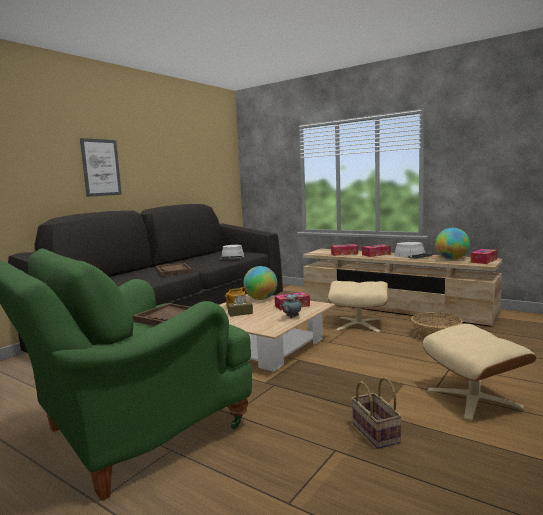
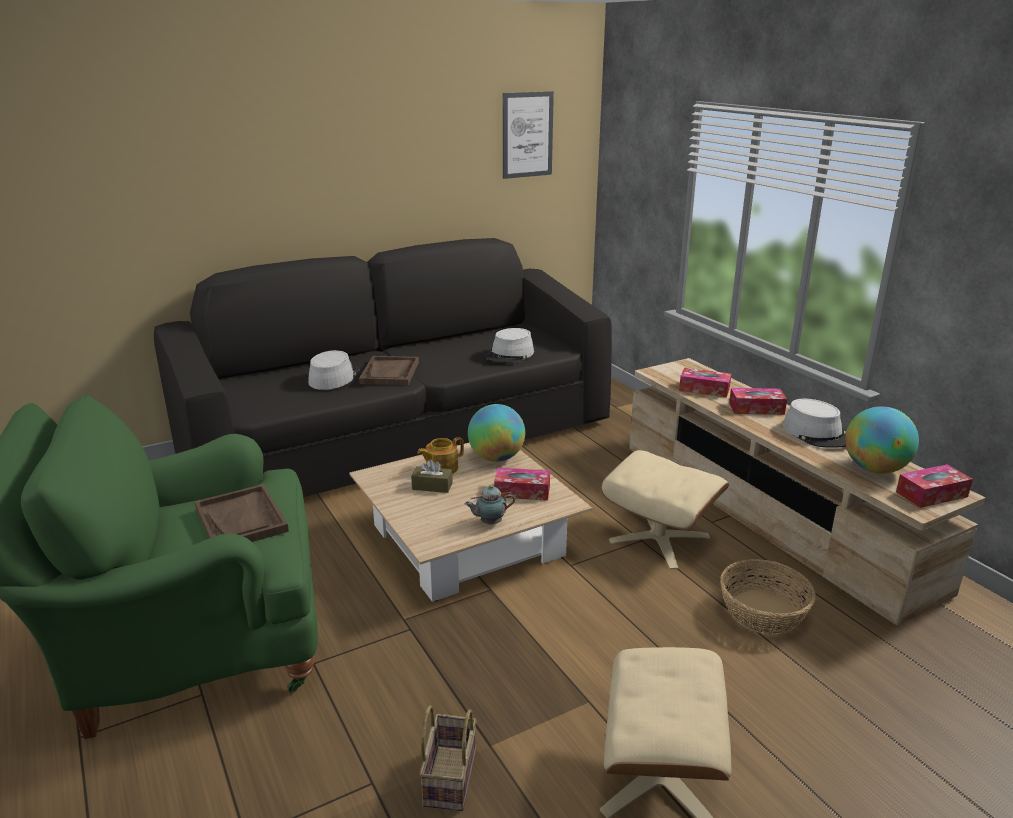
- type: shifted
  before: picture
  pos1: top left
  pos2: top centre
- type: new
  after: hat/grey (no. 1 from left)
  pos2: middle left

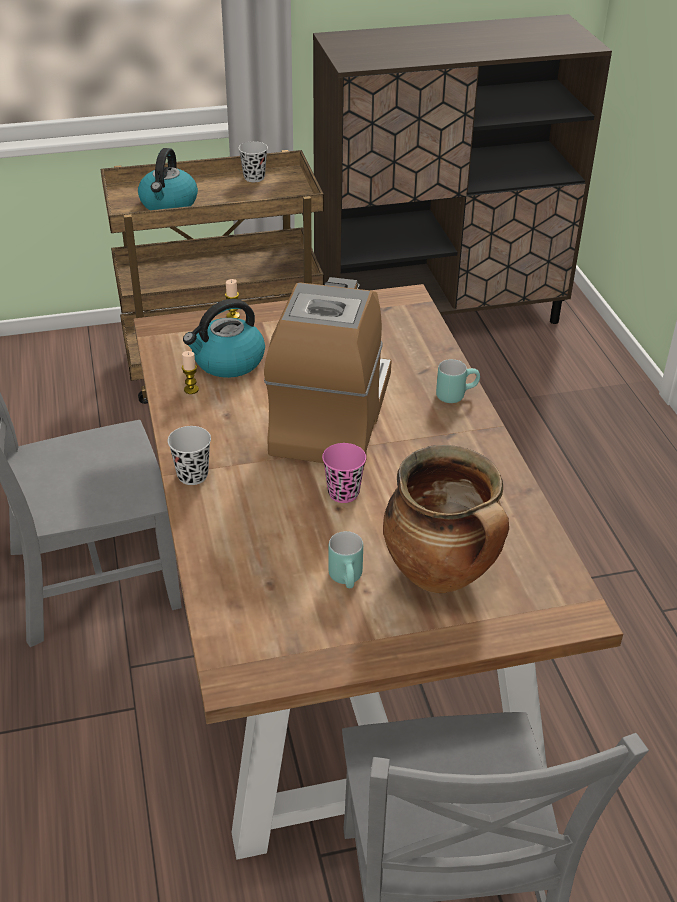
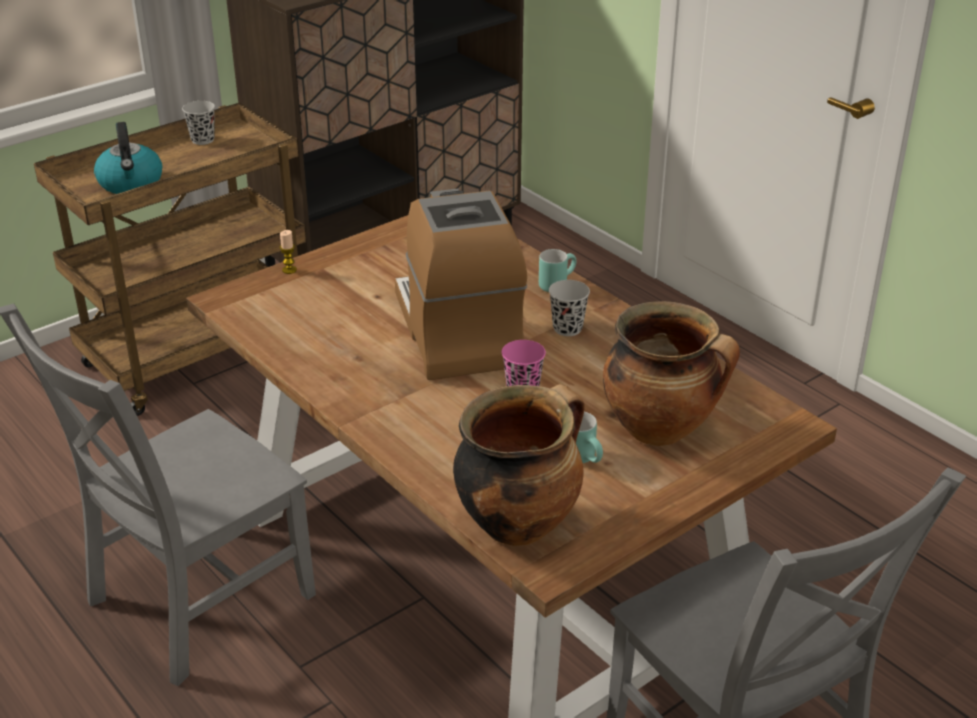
- type: gone
  before: kettle (no. 2 from left)
  pos1: middle left
- type: gone
  before: candle (no. 1 from left)
  pos1: middle left
- type: shifted
  before: cup/black (no. 1 from left in the first image)
  after: cup/black (no. 2 from left)
  pos1: middle left
  pos2: centre
- type: new
  after: cooking pot (no. 1 from left)
  pos2: centre

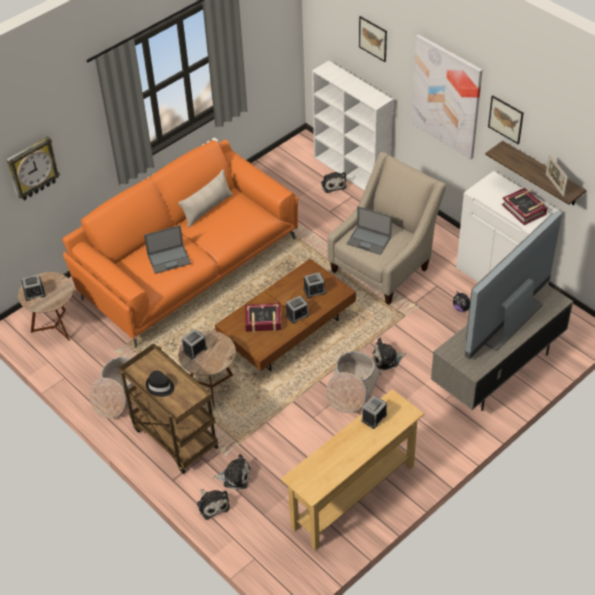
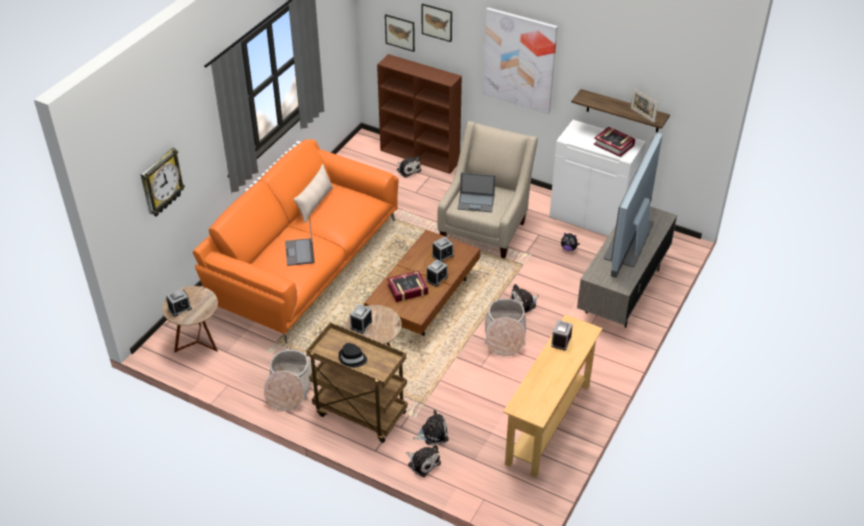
- type: repainted
  before: bookcase/white
  after: bookcase/brown
  pos1: top centre
  pos2: top centre
- type: shifted
  before: picture (no. 3 from left in the first image)
  after: picture (no. 1 from left)
  pos1: top right
  pos2: top centre
- type: rotated
  before: laptop (no. 1 from left)
  pos1: middle left
  pos2: centre
  turn: 120

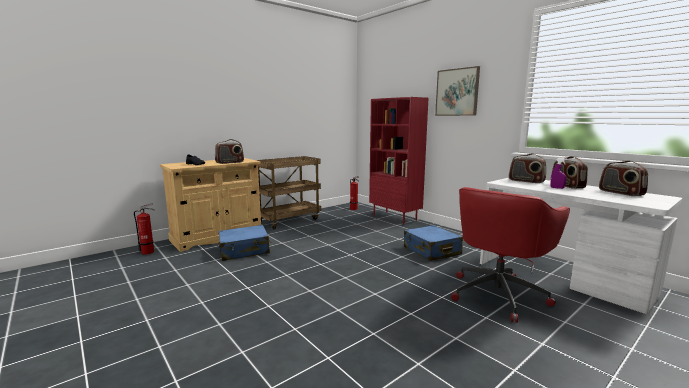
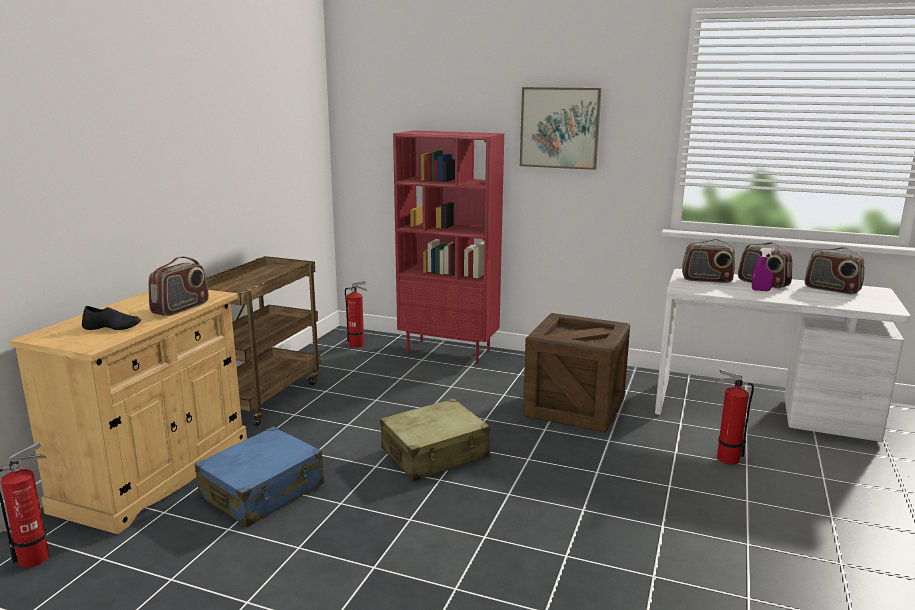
- type: swapped
  before: office chair/red
  after: fire extinguisher (no. 3 from left)
  pos1: middle right
  pos2: bottom right
- type: swapped
  before: suitcase/blue (no. 2 from left)
  after: crate
  pos1: centre
  pos2: centre
- type: new
  after: suitcase/beige
  pos2: bottom centre

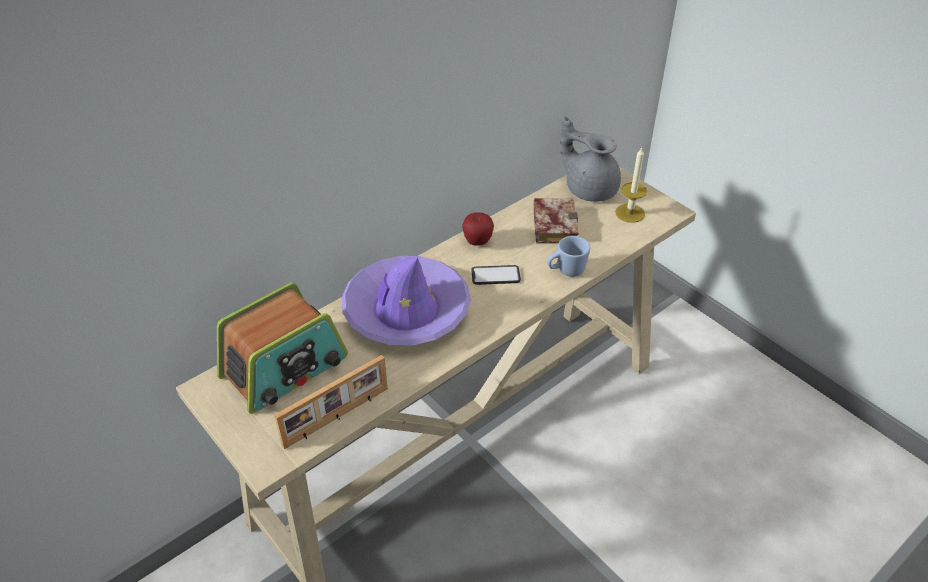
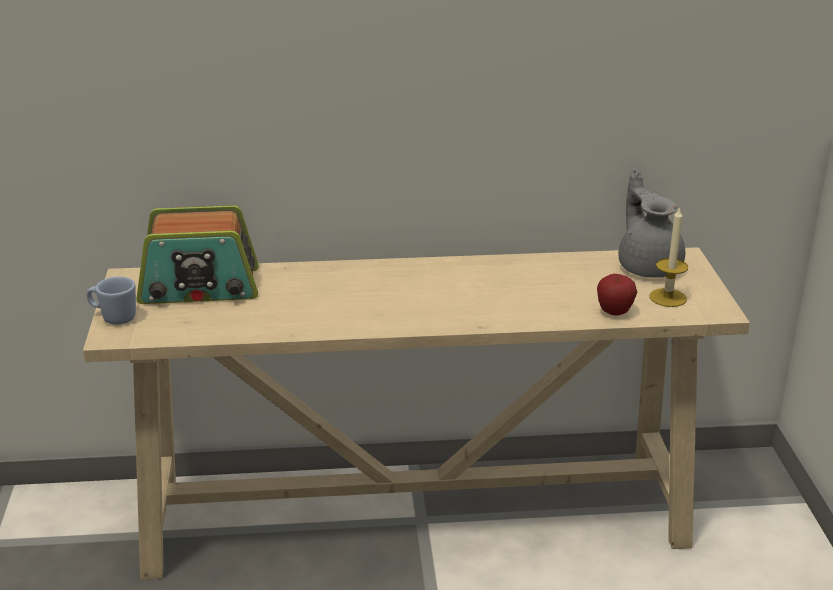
- type: gone
  before: book
  pos1: centre
- type: shifted
  before: apple
  pos1: centre
  pos2: middle right
- type: shifted
  before: mug/blue
  pos1: centre
  pos2: middle left
- type: gone
  before: hat/purple
  pos1: centre
- type: gone
  before: phone
  pos1: centre
- type: gone
  before: picture frame
  pos1: bottom centre

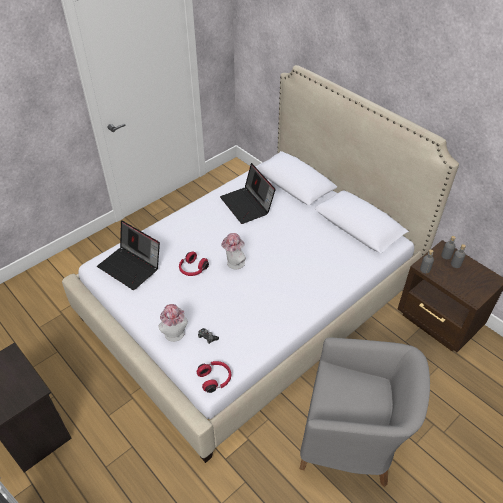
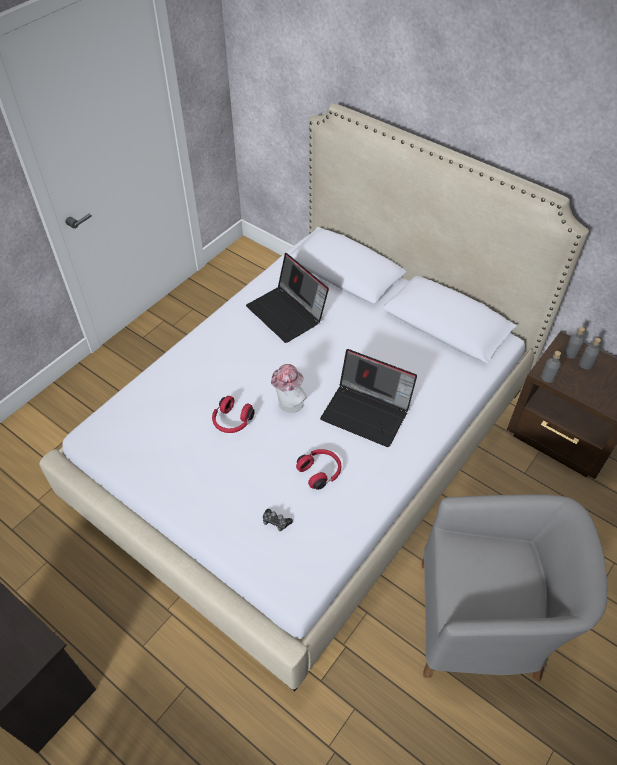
- type: shifted
  before: laptop (no. 1 from left in the first image)
  after: laptop (no. 2 from left)
  pos1: middle left
  pos2: centre
- type: gone
  before: hat (no. 1 from left)
  pos1: centre
- type: shifted
  before: headphones/red (no. 2 from left)
  pos1: bottom centre
  pos2: centre

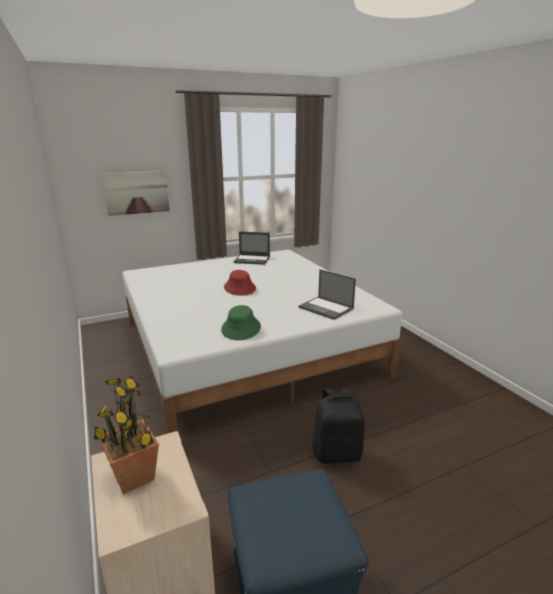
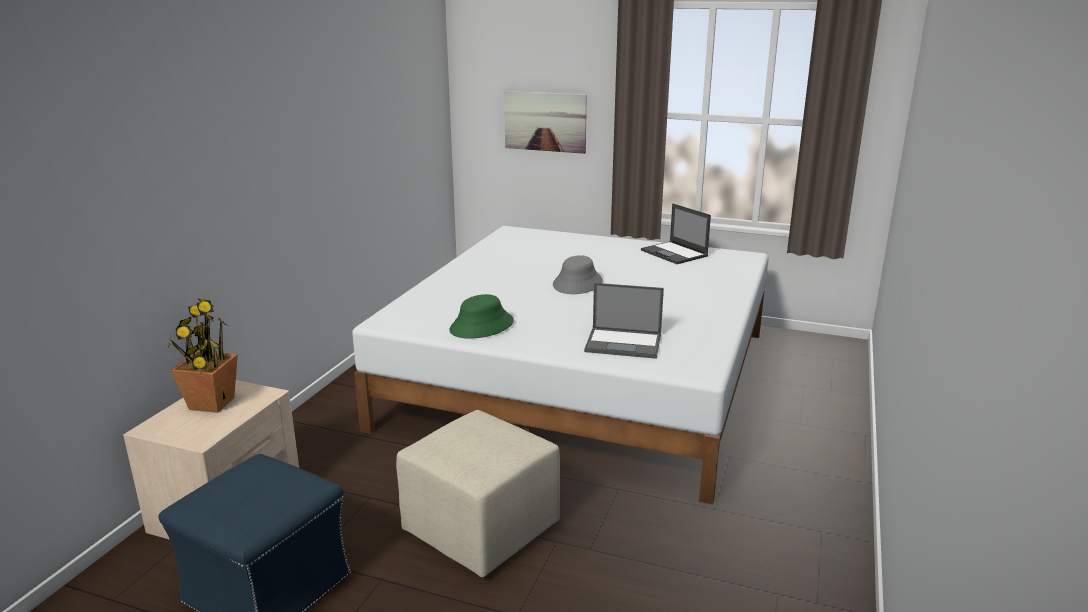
- type: rotated
  before: laptop (no. 2 from left in the first image)
  pos1: centre
  pos2: centre
  turn: -75
- type: repainted
  before: hat/red
  after: hat/grey
  pos1: centre
  pos2: centre
- type: swapped
  before: backpack/black
  after: ottoman/beige
  pos1: bottom centre
  pos2: bottom centre

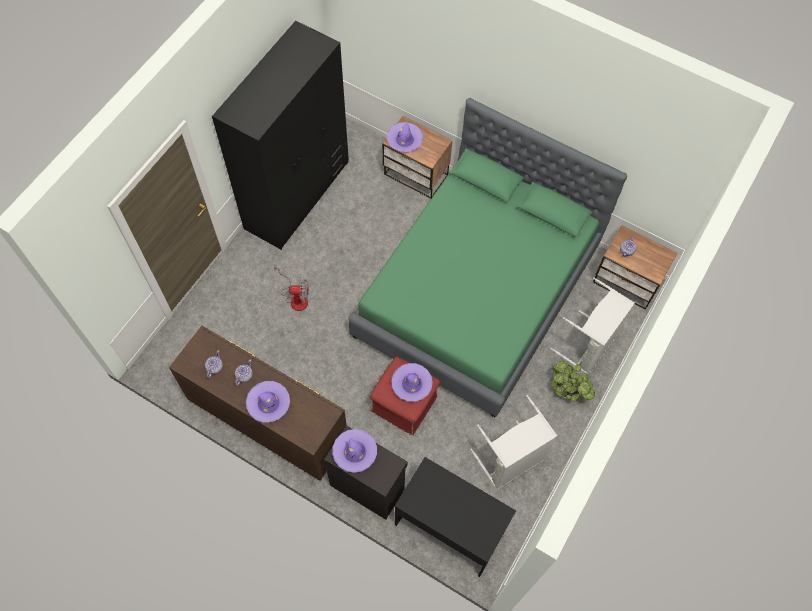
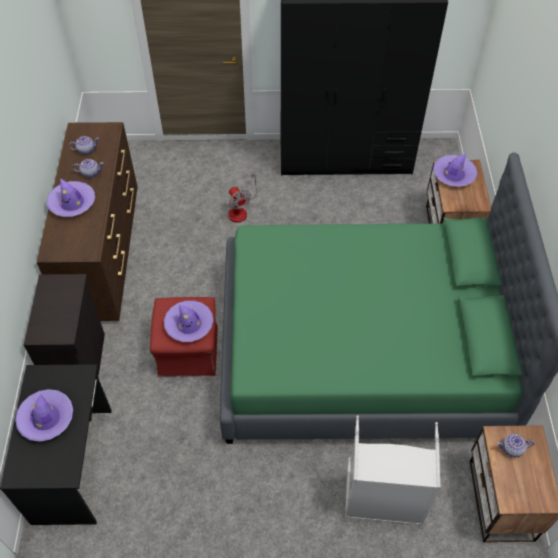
- type: gone
  before: potted plant
  pos1: middle right
- type: gone
  before: laundry basket/grey (no. 1 from left)
  pos1: bottom centre
- type: shifted
  before: hat/purple (no. 2 from left in the first image)
  after: hat/purple (no. 1 from left)
  pos1: bottom centre
  pos2: bottom left

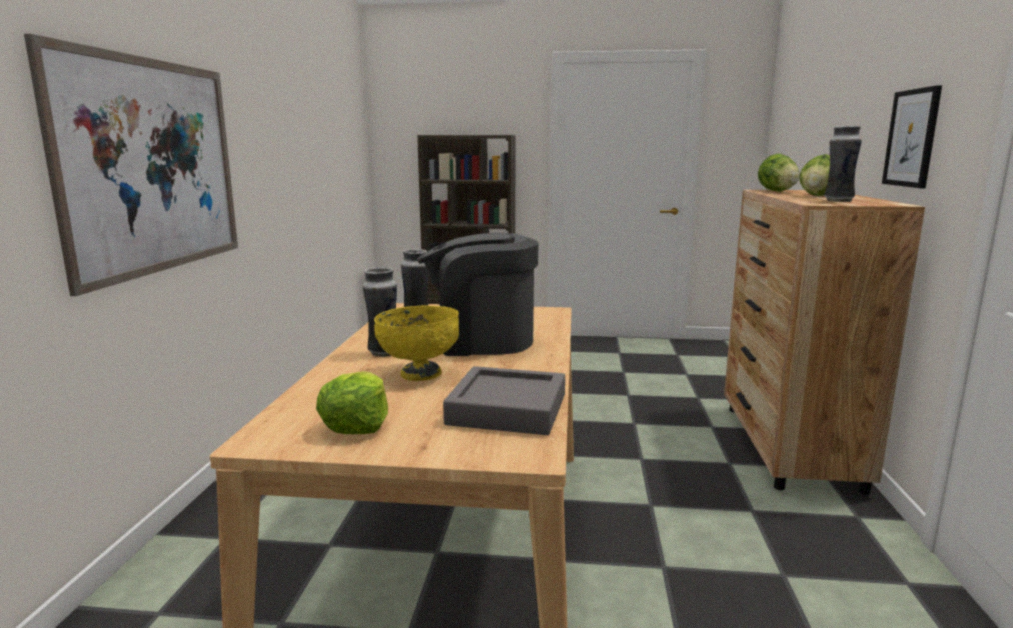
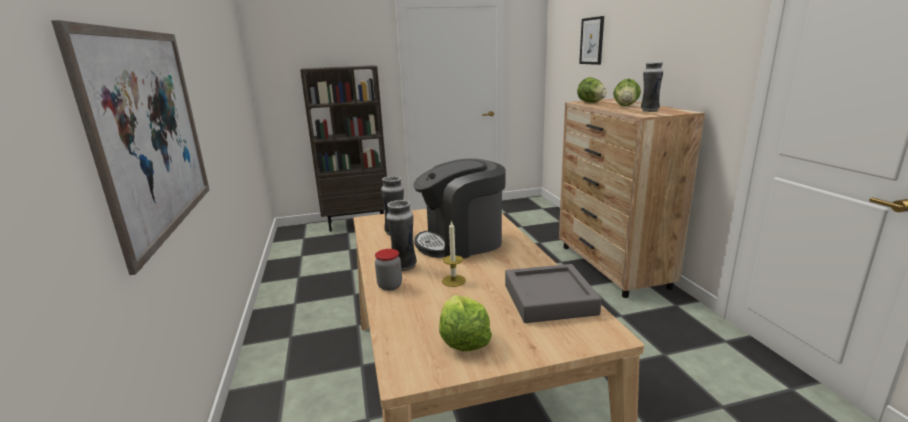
- type: shifted
  before: picture (no. 2 from left)
  pos1: top right
  pos2: top centre
- type: swapped
  before: bowl/yellow
  after: candle
  pos1: centre
  pos2: centre
- type: new
  after: jar
  pos2: centre

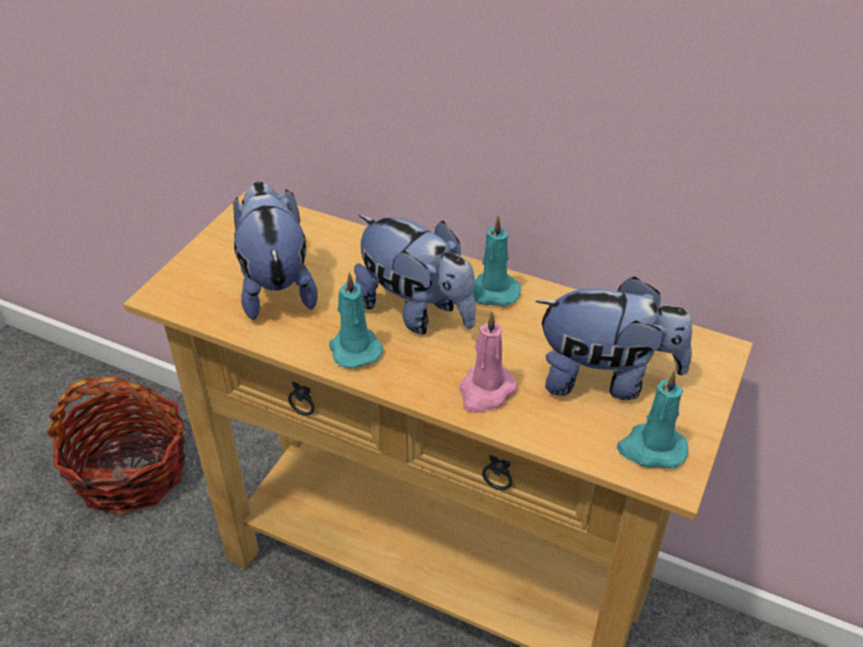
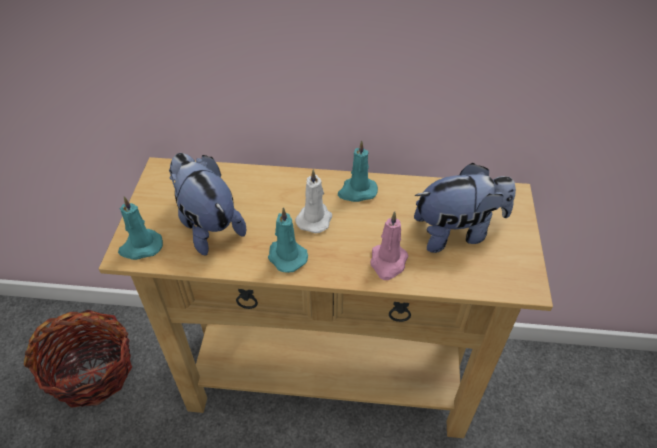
- type: swapped
  before: plush toy (no. 2 from left)
  after: candle/white
  pos1: centre
  pos2: centre
- type: shifted
  before: candle/turquoise (no. 3 from left in the first image)
  after: candle/turquoise (no. 1 from left)
  pos1: middle right
  pos2: middle left

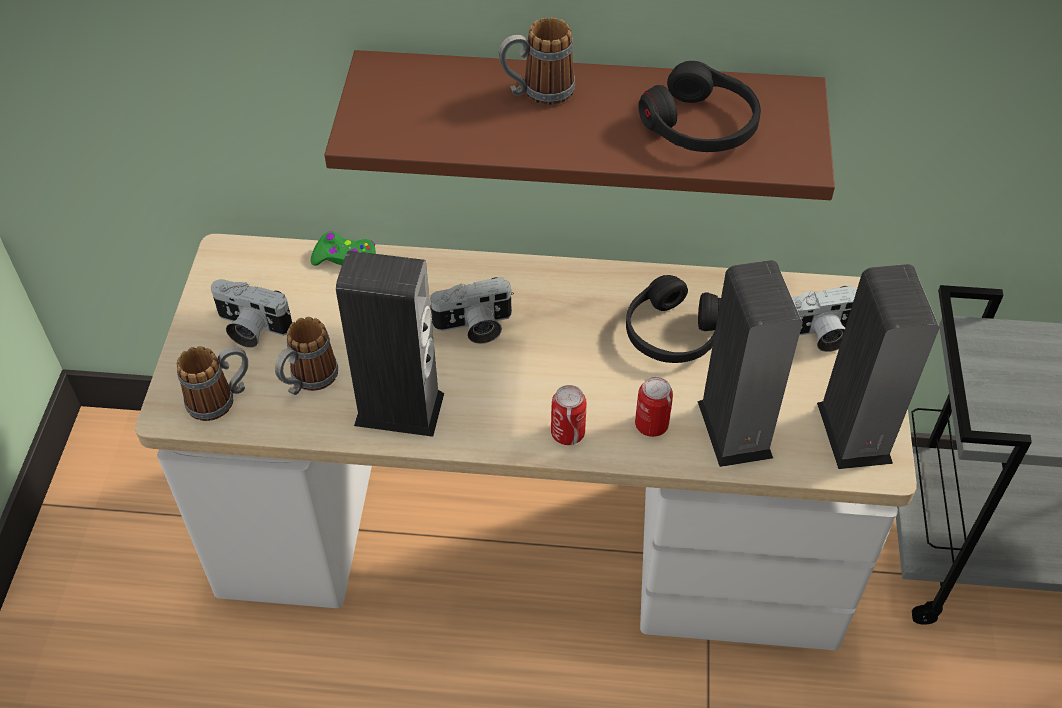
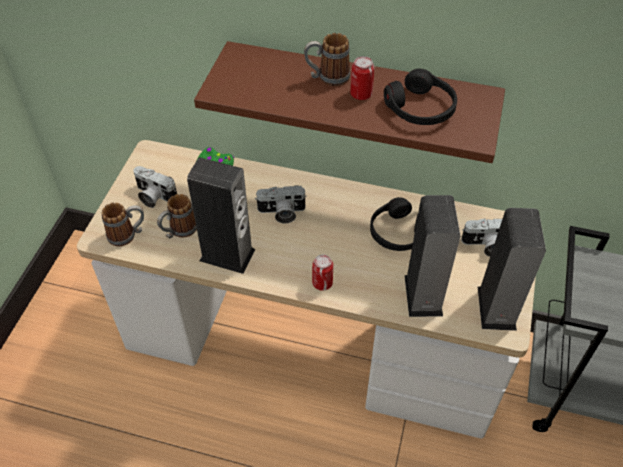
- type: shifted
  before: can (no. 2 from left)
  pos1: centre
  pos2: top centre

